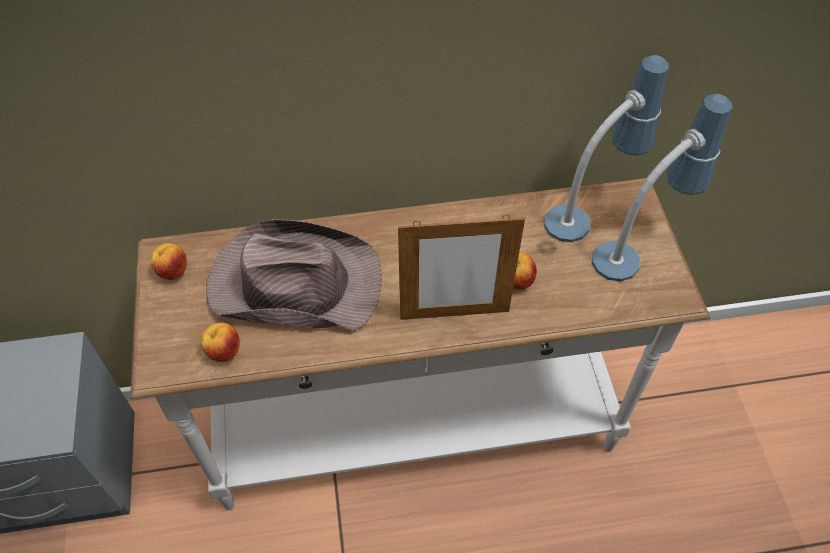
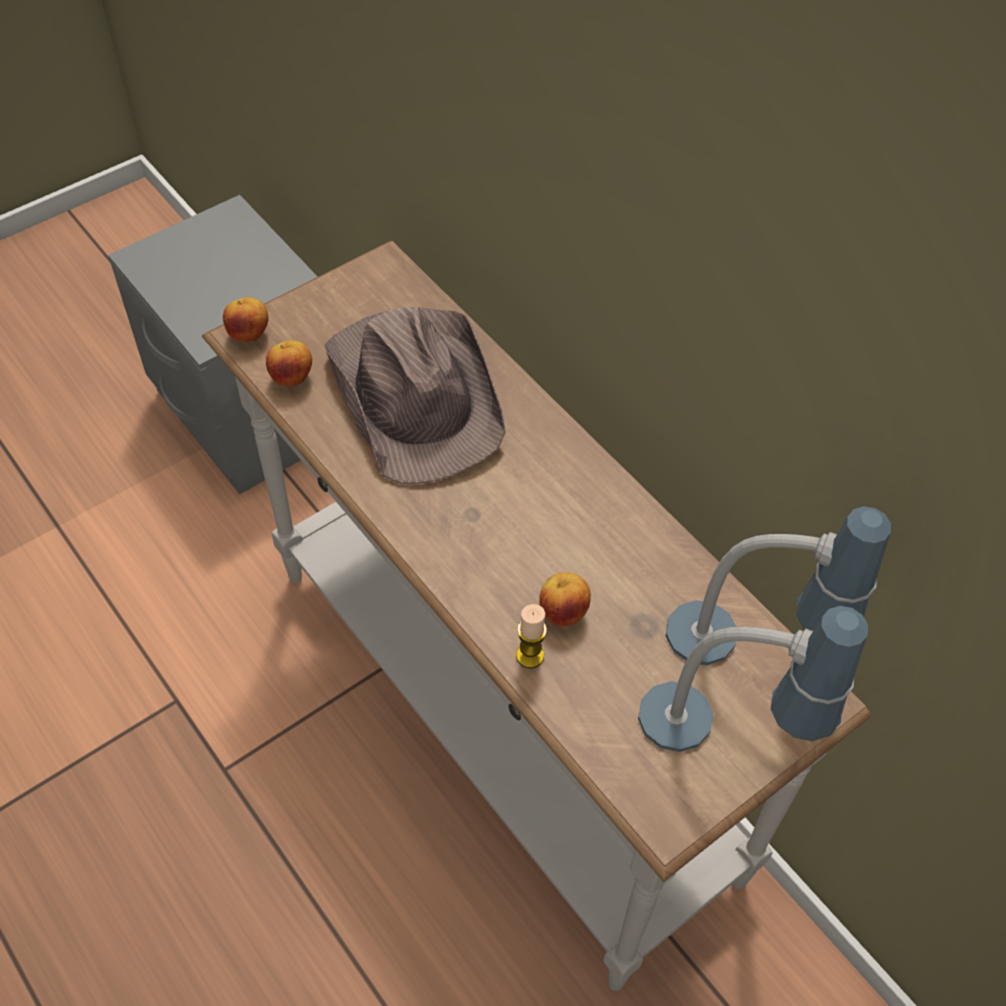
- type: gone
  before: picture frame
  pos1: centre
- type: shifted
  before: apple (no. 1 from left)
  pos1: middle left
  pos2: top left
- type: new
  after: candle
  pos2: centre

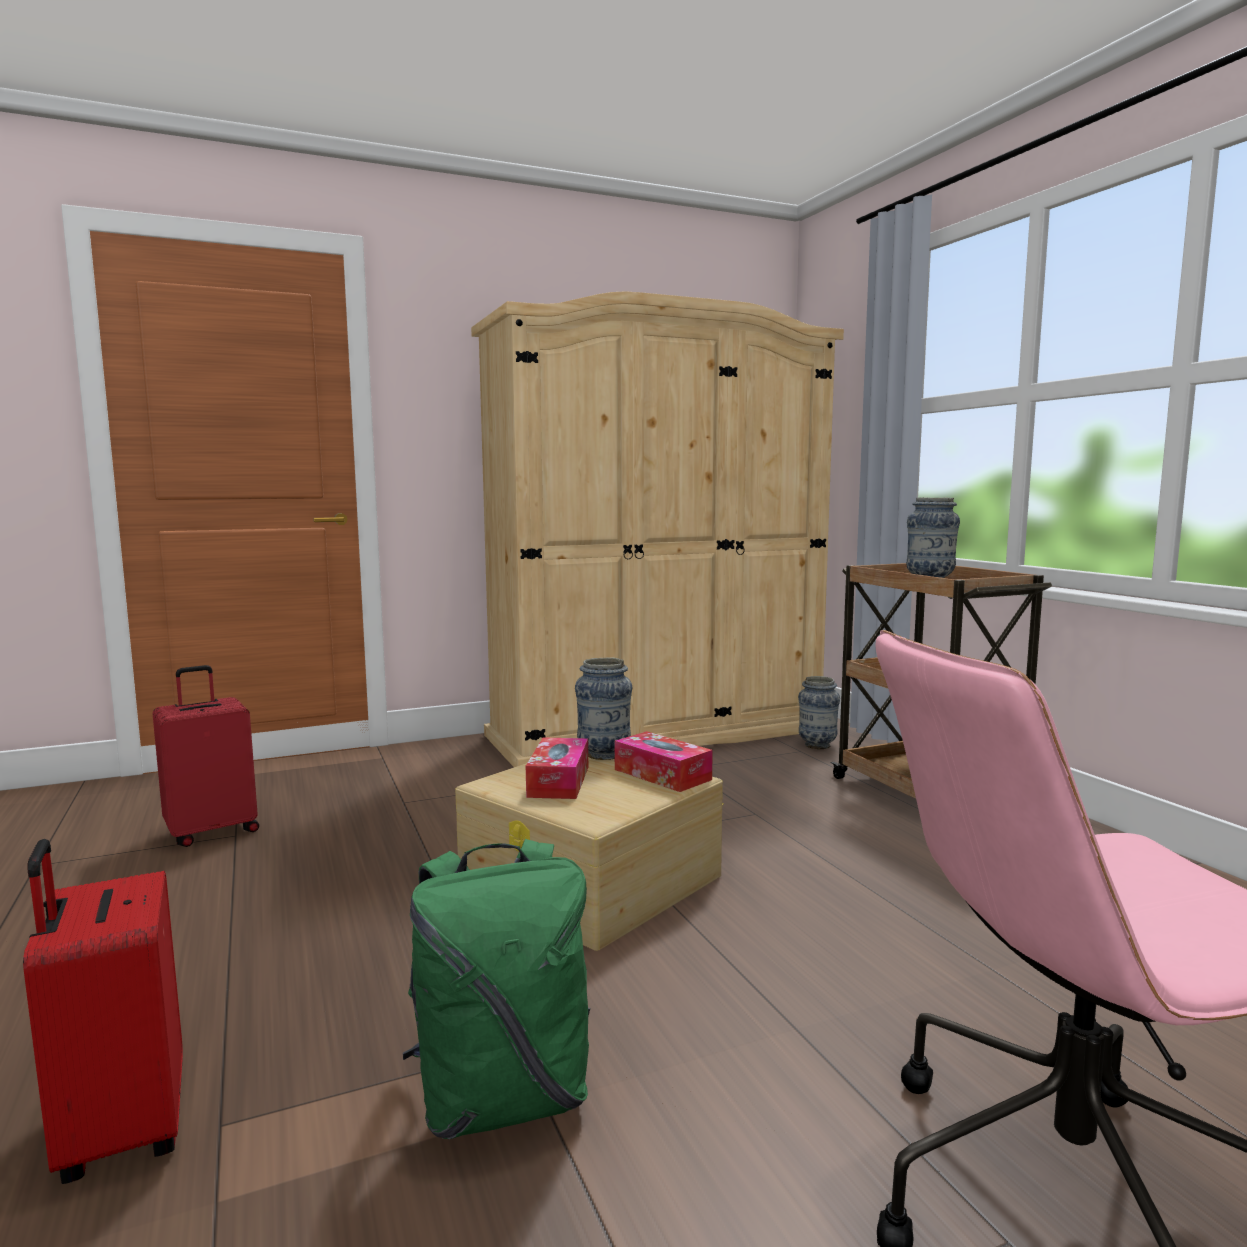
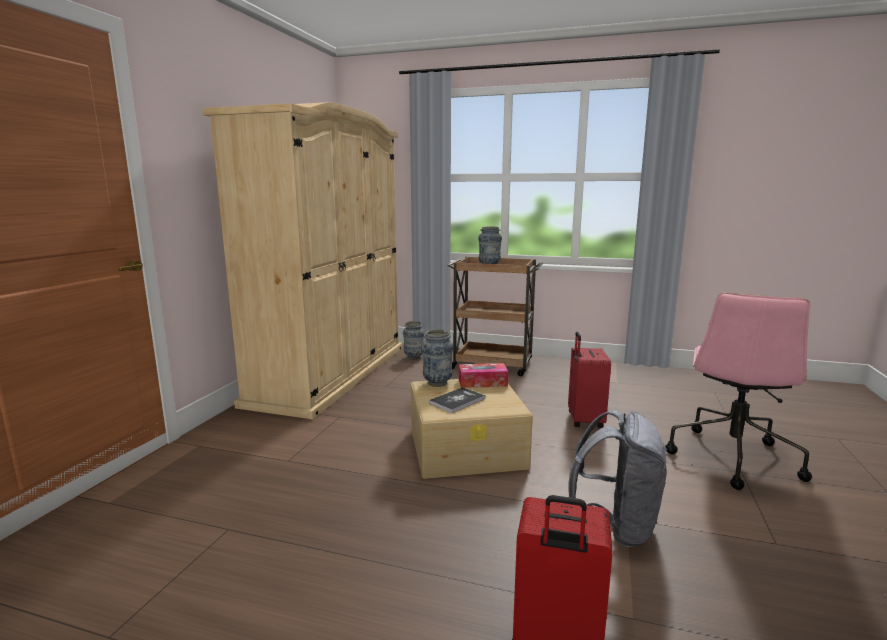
- type: shifted
  before: suitcase/red (no. 2 from left)
  pos1: middle left
  pos2: centre
- type: swapped
  before: tissue box (no. 1 from left)
  after: book
  pos1: centre
  pos2: centre
- type: repainted
  before: backpack/green
  after: backpack/grey
  pos1: bottom centre
  pos2: bottom right

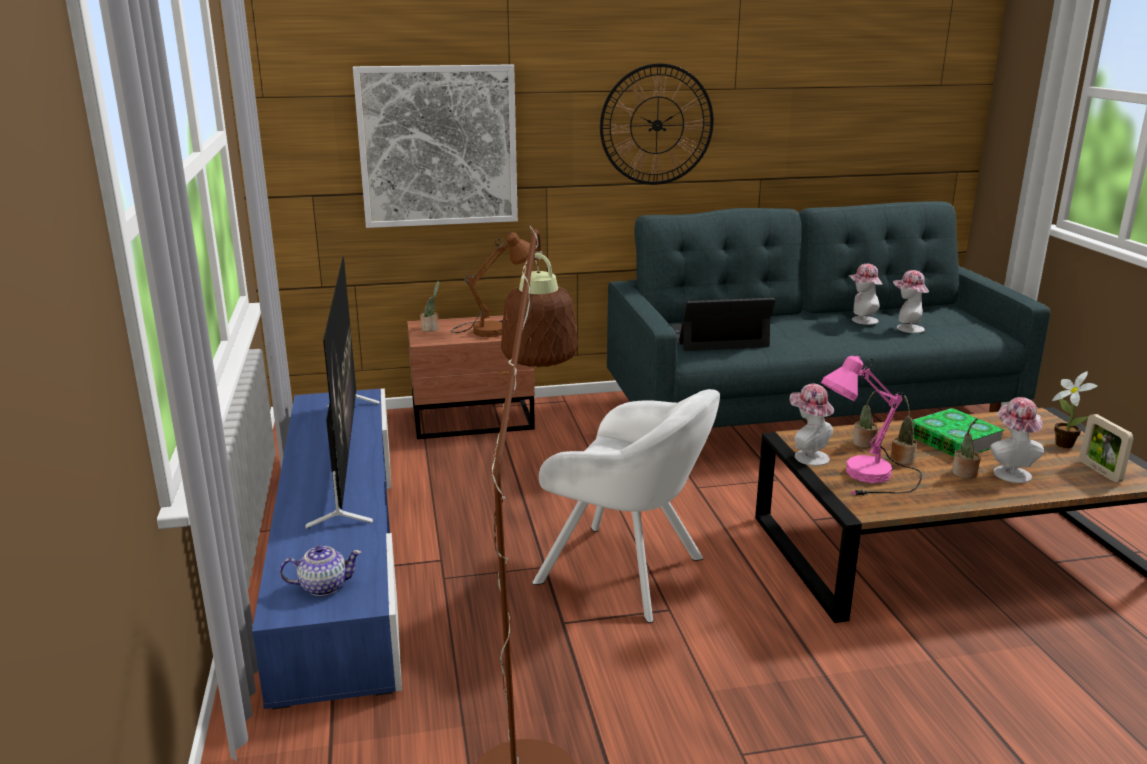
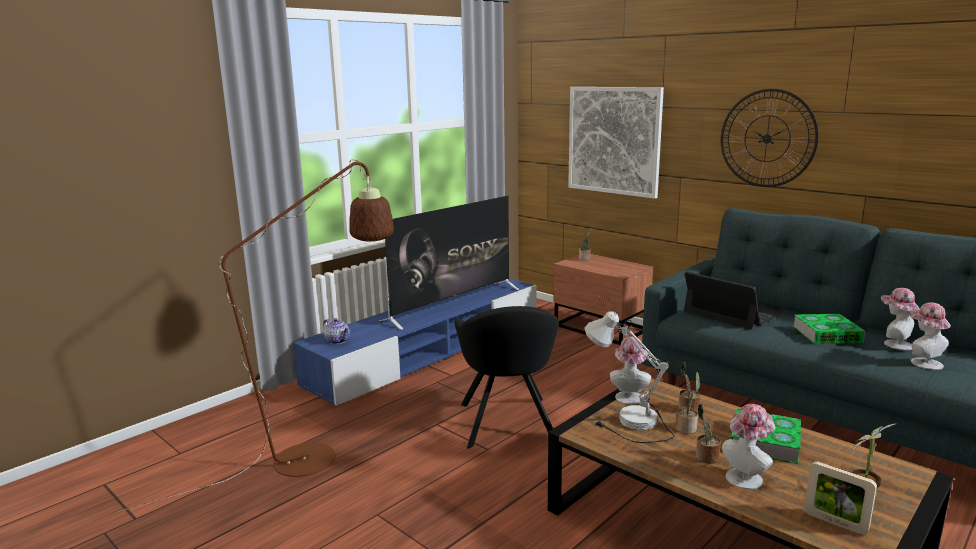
- type: gone
  before: table lamp/brown
  pos1: centre
- type: repainted
  before: table lamp/pink
  after: table lamp/white
  pos1: middle right
  pos2: bottom centre
- type: repainted
  before: armchair/white
  after: armchair/black
  pos1: centre
  pos2: bottom centre
- type: rotated
  before: picture frame
  pos1: middle right
  pos2: bottom right
  turn: -90
- type: new
  after: book (no. 2 from left)
  pos2: middle right

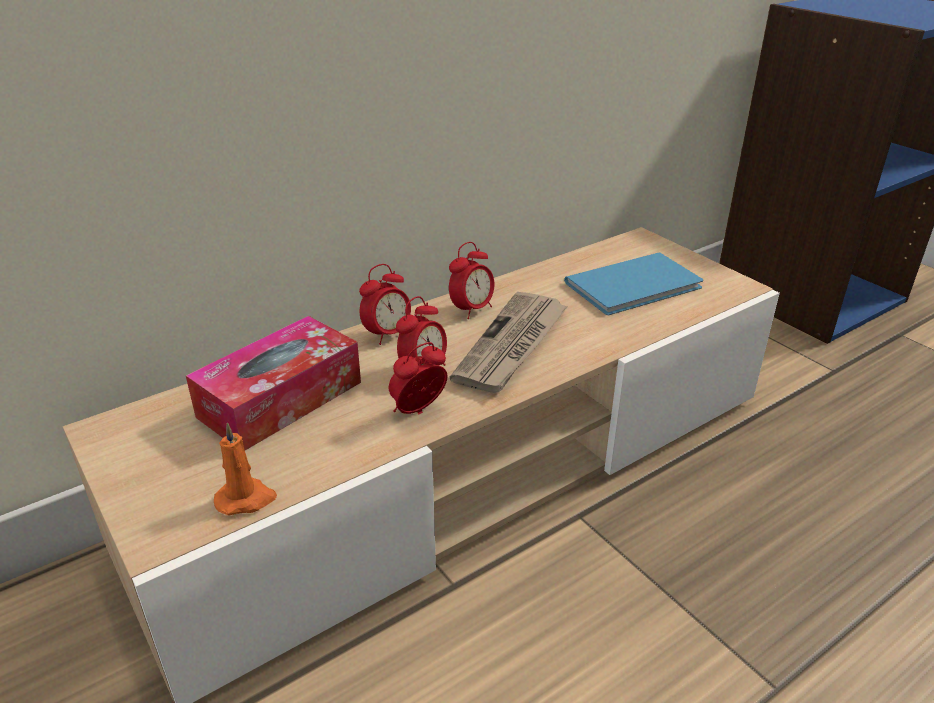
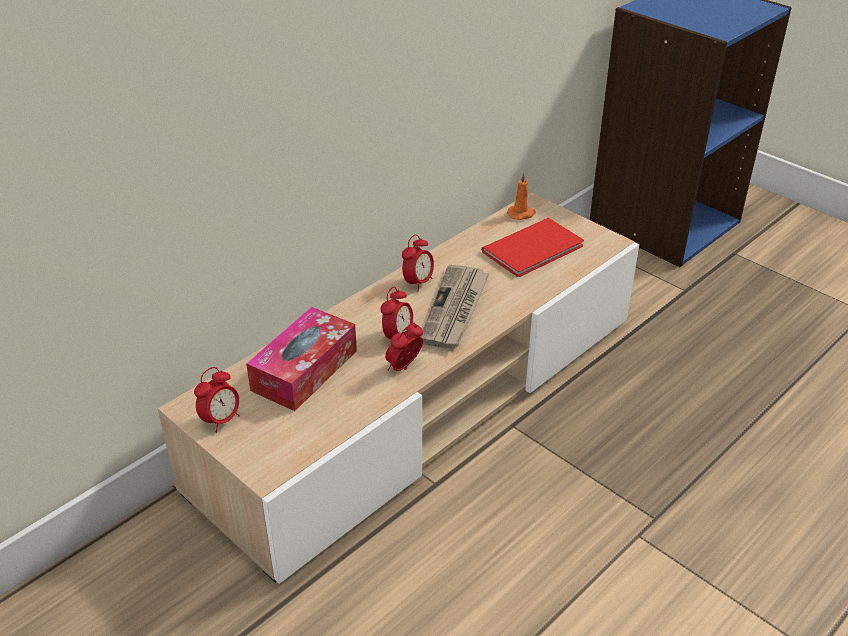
- type: repainted
  before: book/blue
  after: book/red
  pos1: middle right
  pos2: centre
- type: shifted
  before: alarm clock (no. 1 from left)
  pos1: centre
  pos2: middle left
- type: shifted
  before: candle/orange
  pos1: bottom left
  pos2: top centre

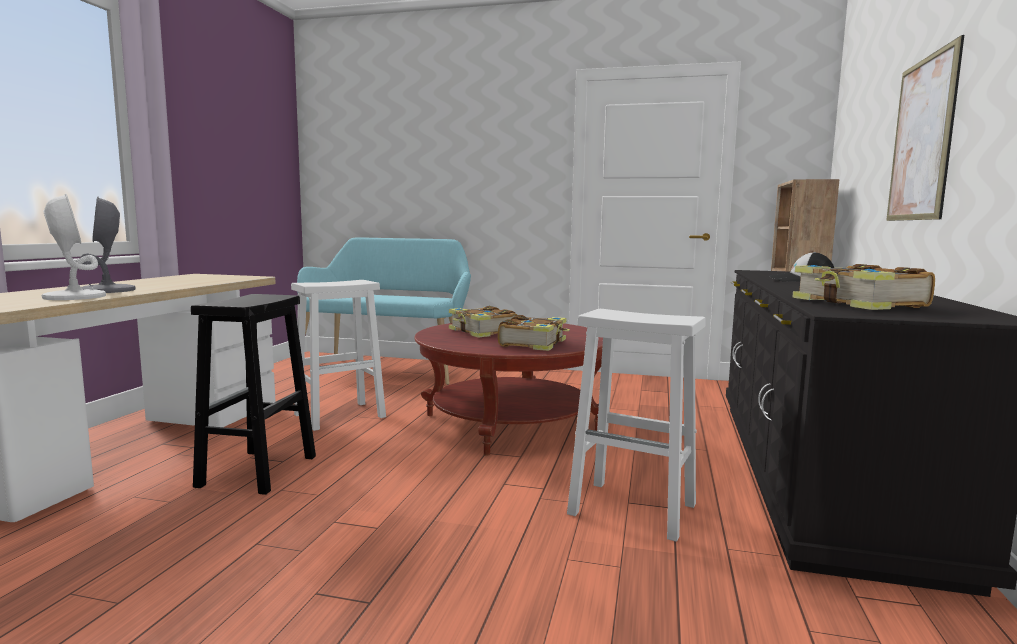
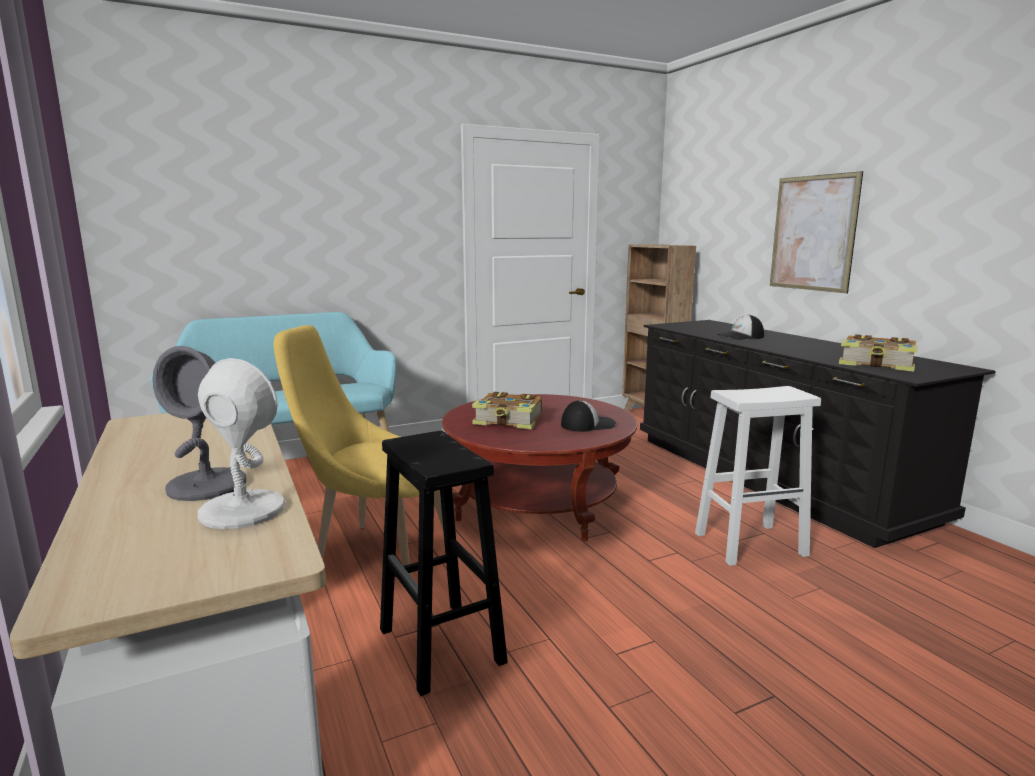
- type: swapped
  before: stool/white (no. 1 from left)
  after: chair/yellow
  pos1: middle left
  pos2: centre
- type: swapped
  before: book (no. 2 from left)
  after: cap (no. 1 from left)
  pos1: centre
  pos2: centre

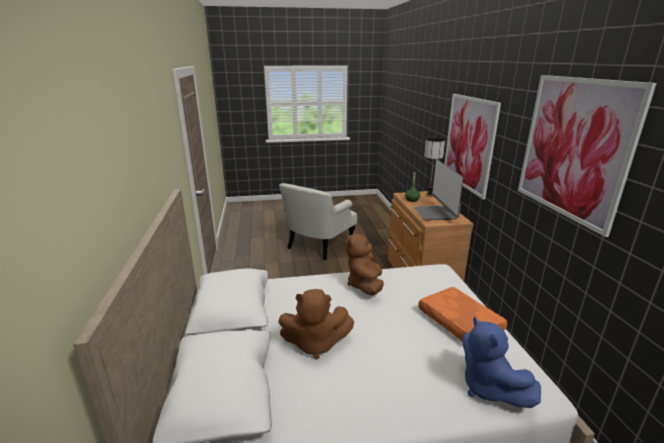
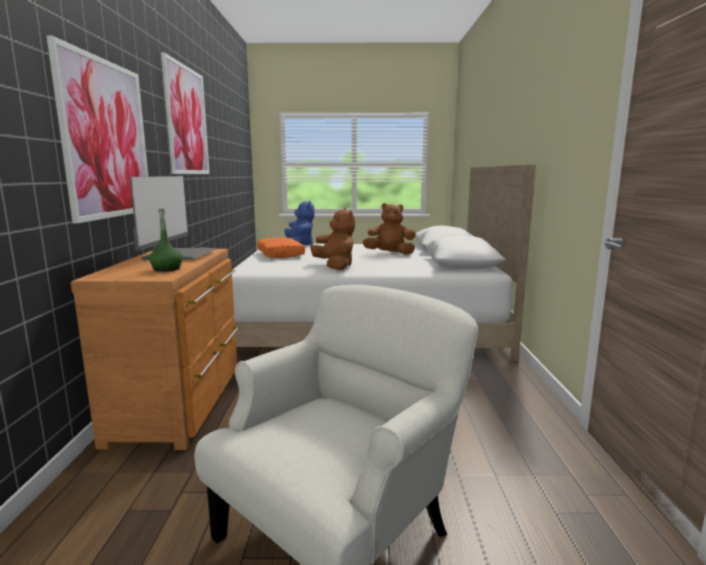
- type: gone
  before: table lamp
  pos1: centre
- type: rotated
  before: plush toy/brown (no. 2 from left in the first image)
  pos1: centre
  pos2: centre
  turn: -45

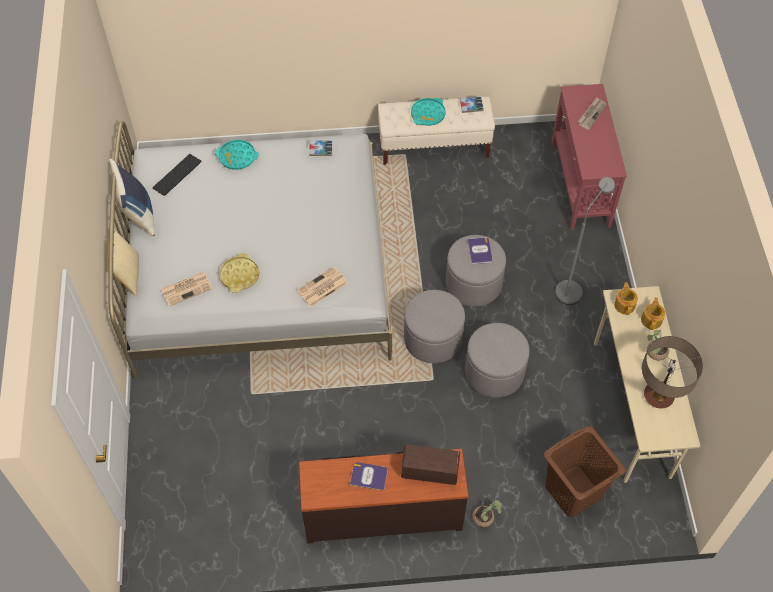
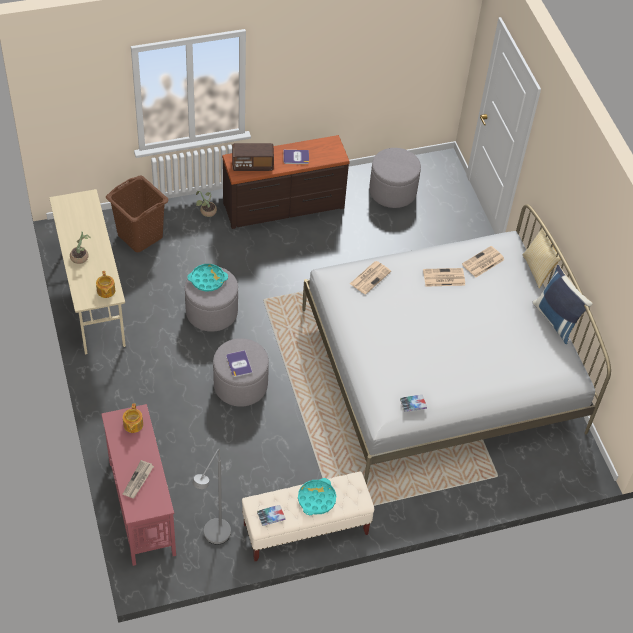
- type: shifted
  before: tray/turquoise (no. 1 from left)
  pos1: top left
  pos2: middle left
- type: gone
  before: keyboard
  pos1: top left
- type: shifted
  before: floor lamp/grey
  pos1: middle right
  pos2: bottom centre
- type: swapped
  before: tray/yellow
  after: newspaper (no. 3 from left)
  pos1: middle left
  pos2: middle right
- type: shifted
  before: ottoman/grey (no. 1 from left in the first image)
  after: ottoman/grey (no. 3 from left)
  pos1: centre
  pos2: top centre
- type: shifted
  before: teapot (no. 2 from left)
  pos1: middle right
  pos2: middle left
- type: gone
  before: table lamp
  pos1: middle right

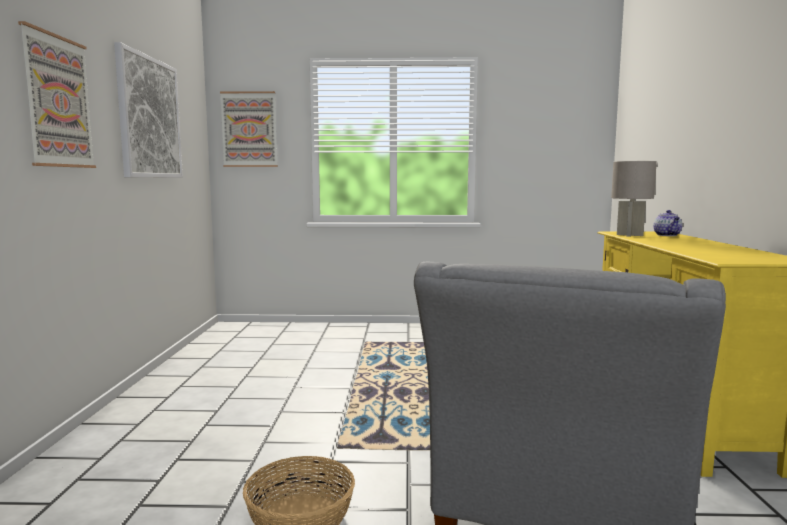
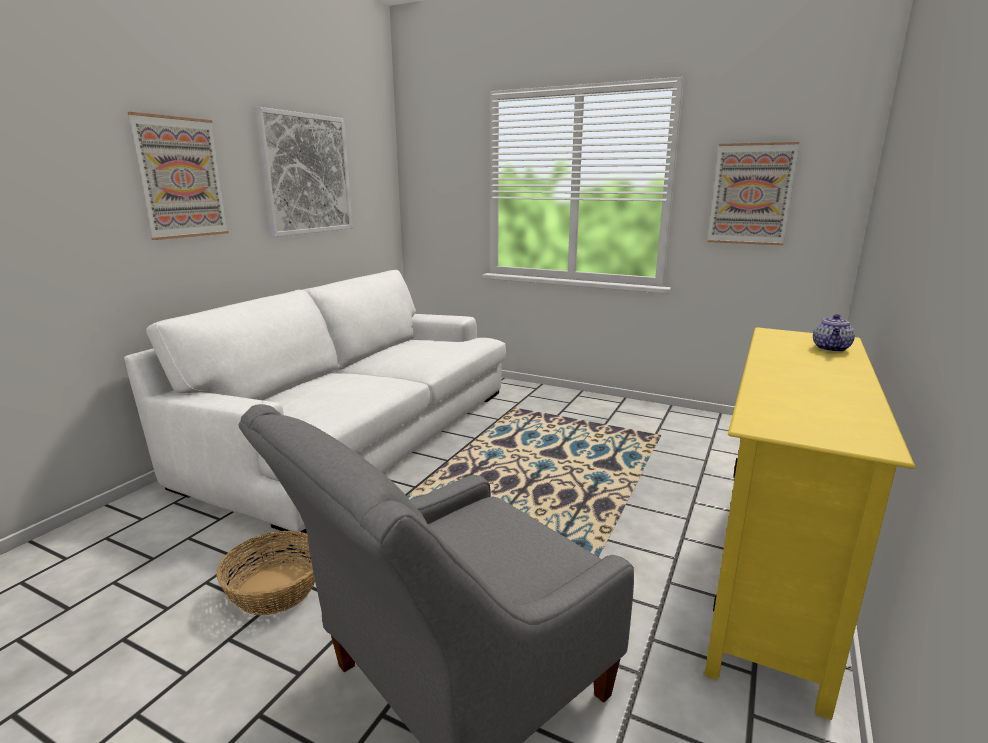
- type: shifted
  before: picture (no. 3 from left)
  pos1: top left
  pos2: top right
- type: gone
  before: table lamp/grey
  pos1: middle right
- type: new
  after: sofa/white
  pos2: middle left

